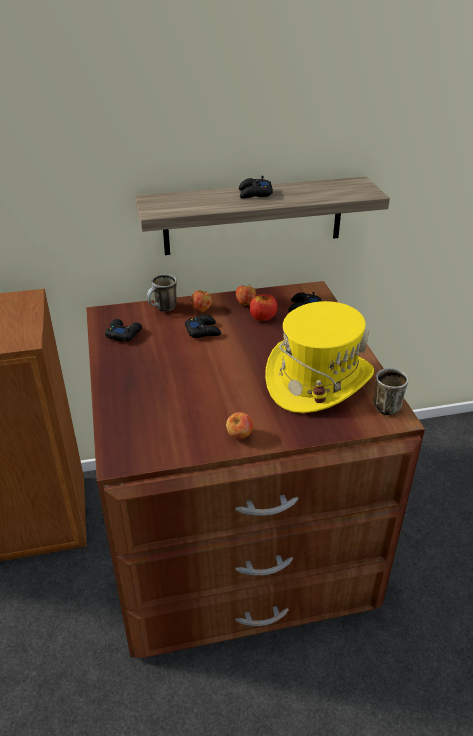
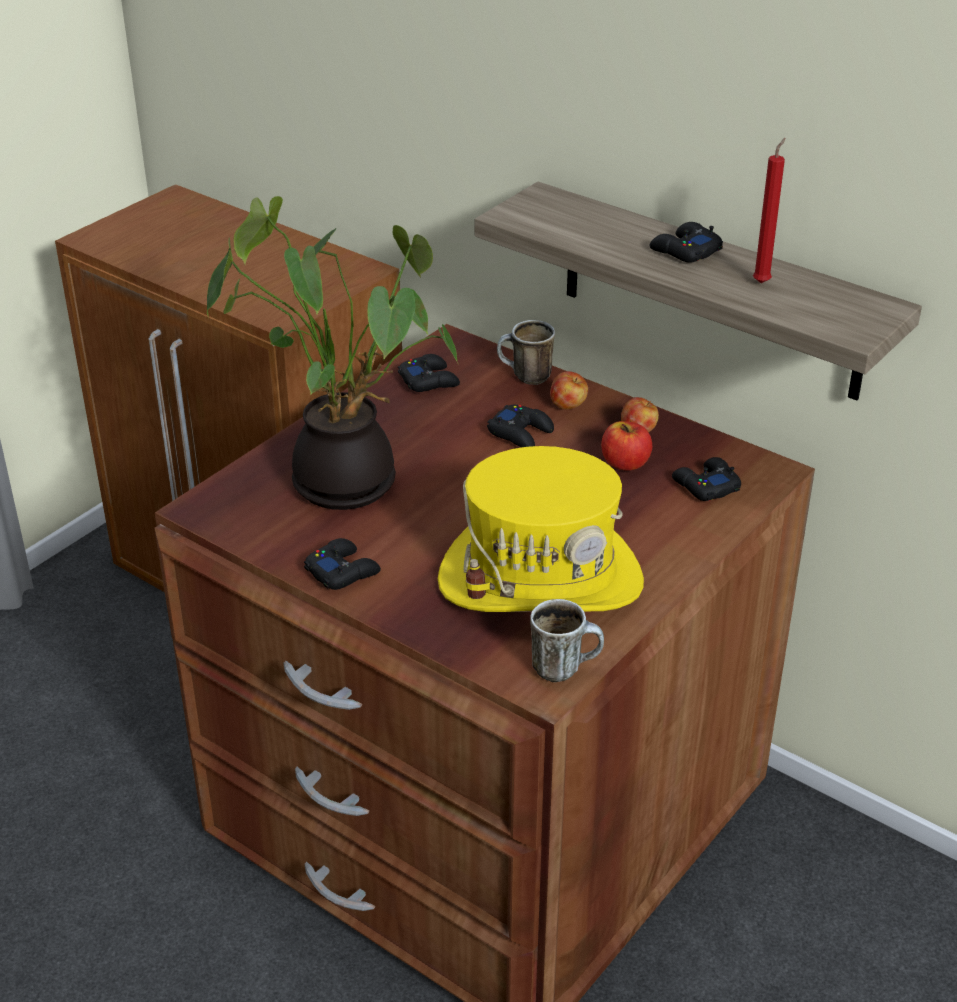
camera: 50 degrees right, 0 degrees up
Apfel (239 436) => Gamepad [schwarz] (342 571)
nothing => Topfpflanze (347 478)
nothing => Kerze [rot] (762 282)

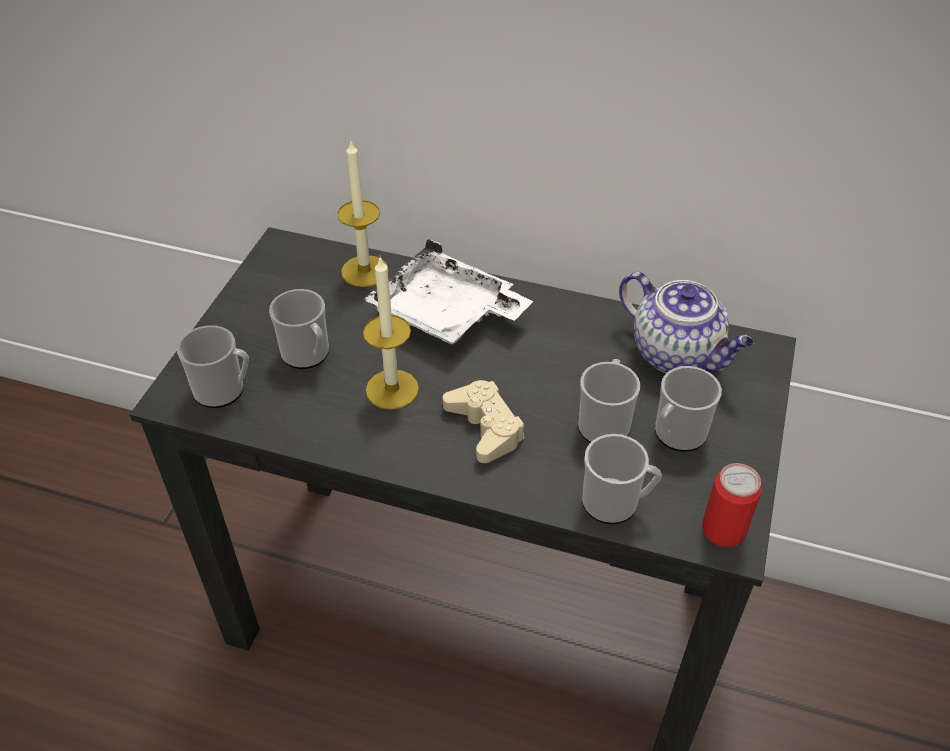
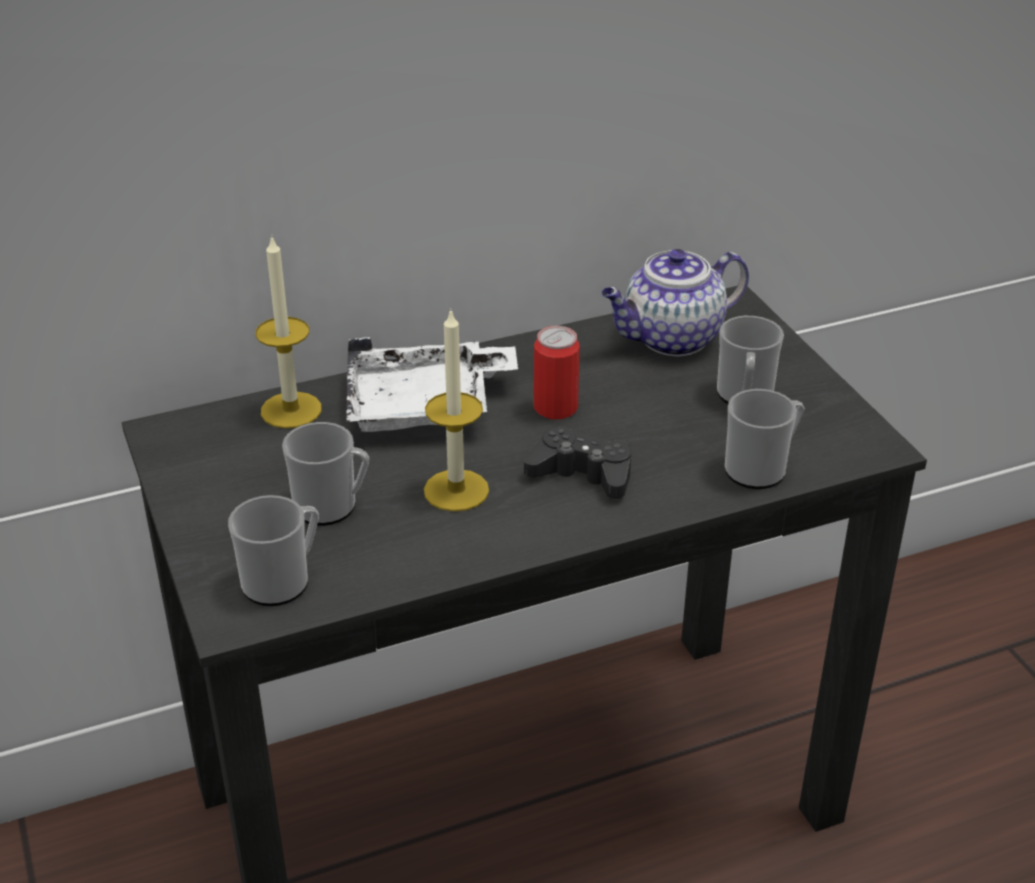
camera: 40 degrees left, 10 degrees down
Gamepad [beige] (485 427) => Gamepad [schwarz] (582 474)
Henkelbecher (604 423) => nothing
Teekanne (677 354) => Teekanne (671 339), 150 degrees clockwise
Dose (723 530) => Dose (555 408), move

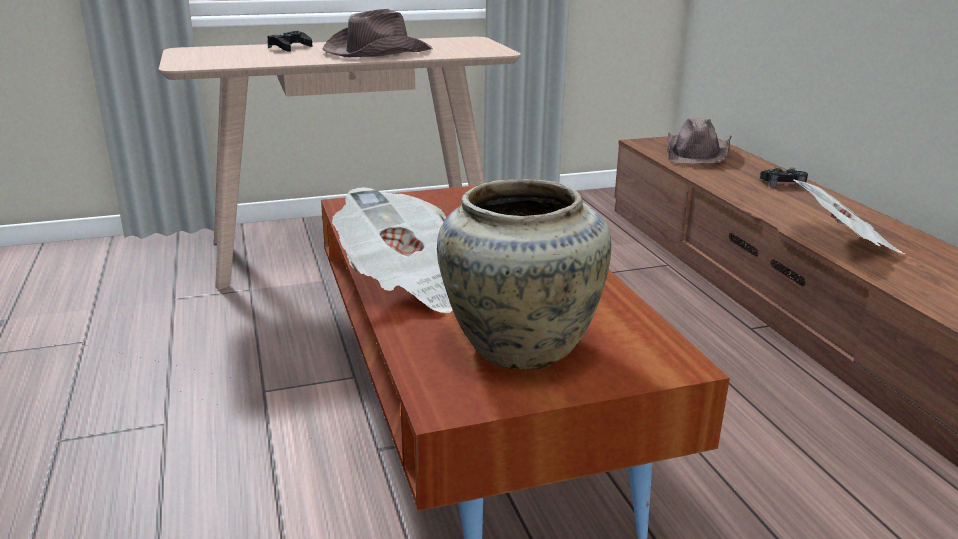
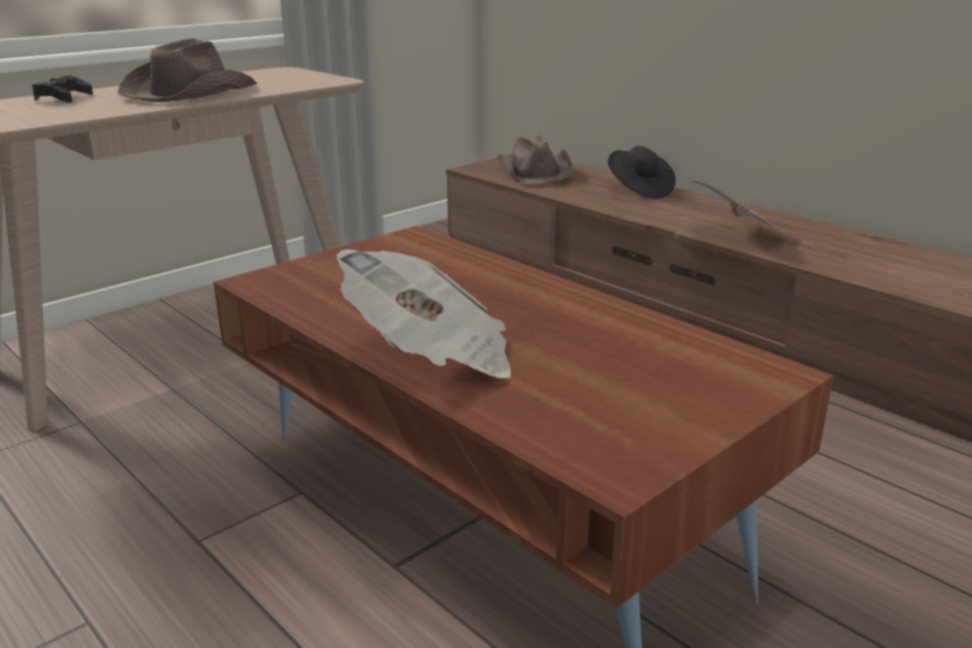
camera: 25 degrees left, 0 degrees up
Vase [beige] (519 344) => nothing
Gamepad [schwarz] (783 183) => Hut [schwarz] (639 190)

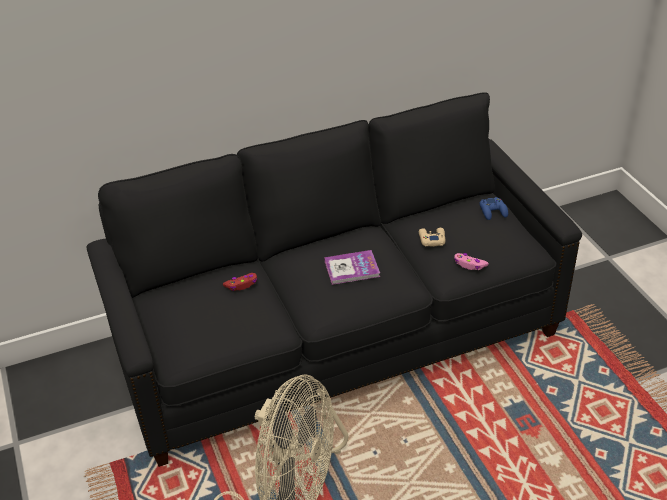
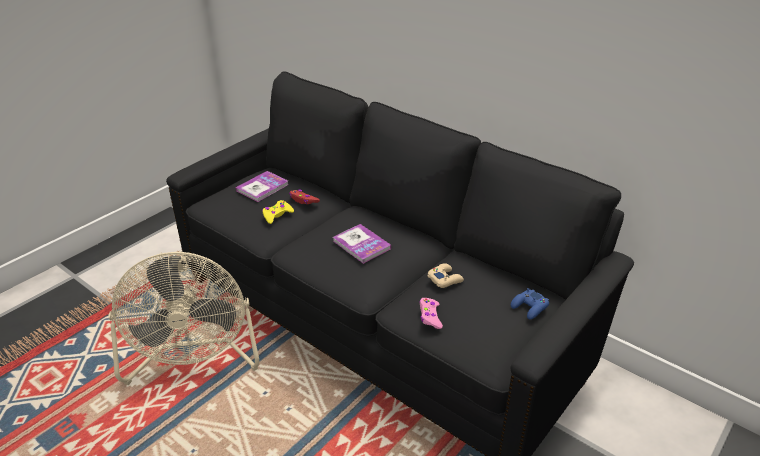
camera: 60 degrees right, 5 degrees down
nothing => Buch (262 187)
nothing => Gamepad [gelb] (277 215)

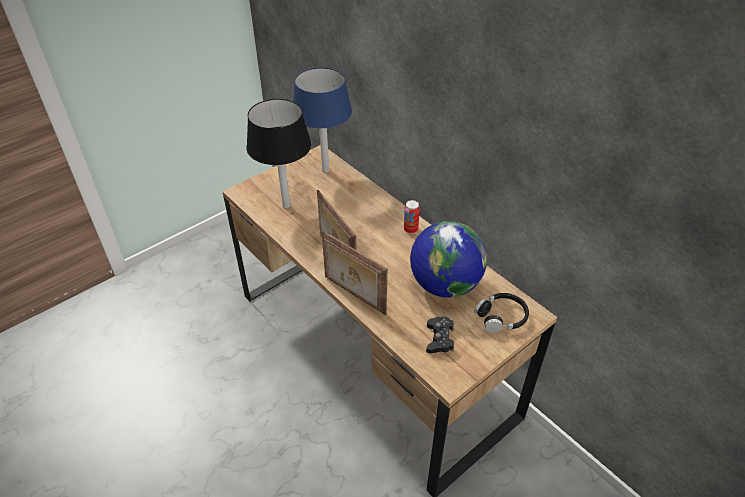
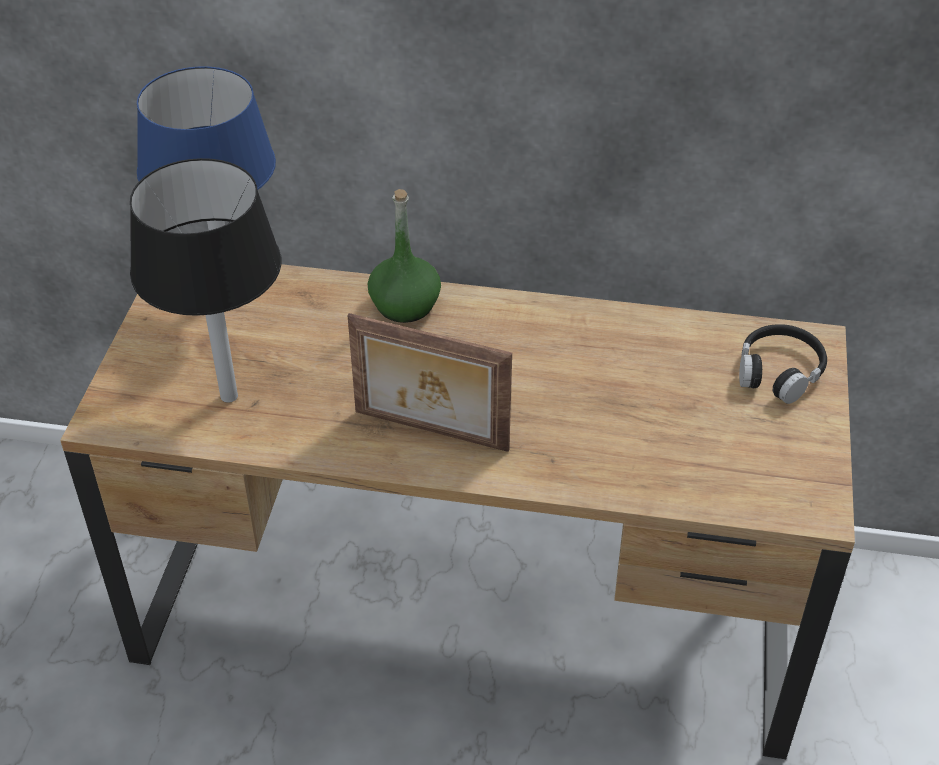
camera: 40 degrees left, 0 degrees up
Bilderrahmen (353 295) => nothing
Dose (410 229) => nothing
Globus (445 284) => nothing
Gamepad [schwarz] (439 339) => nothing
nothing => Flasche [grün] (405 305)

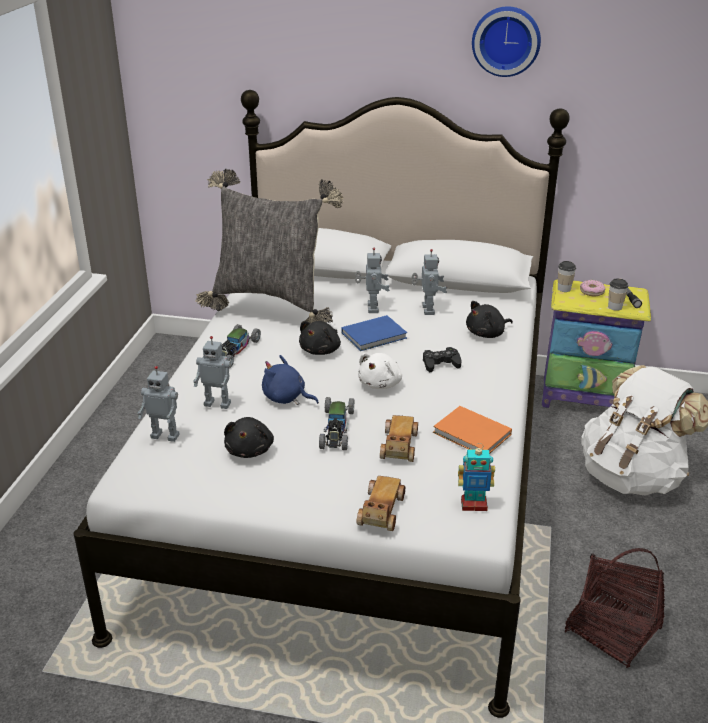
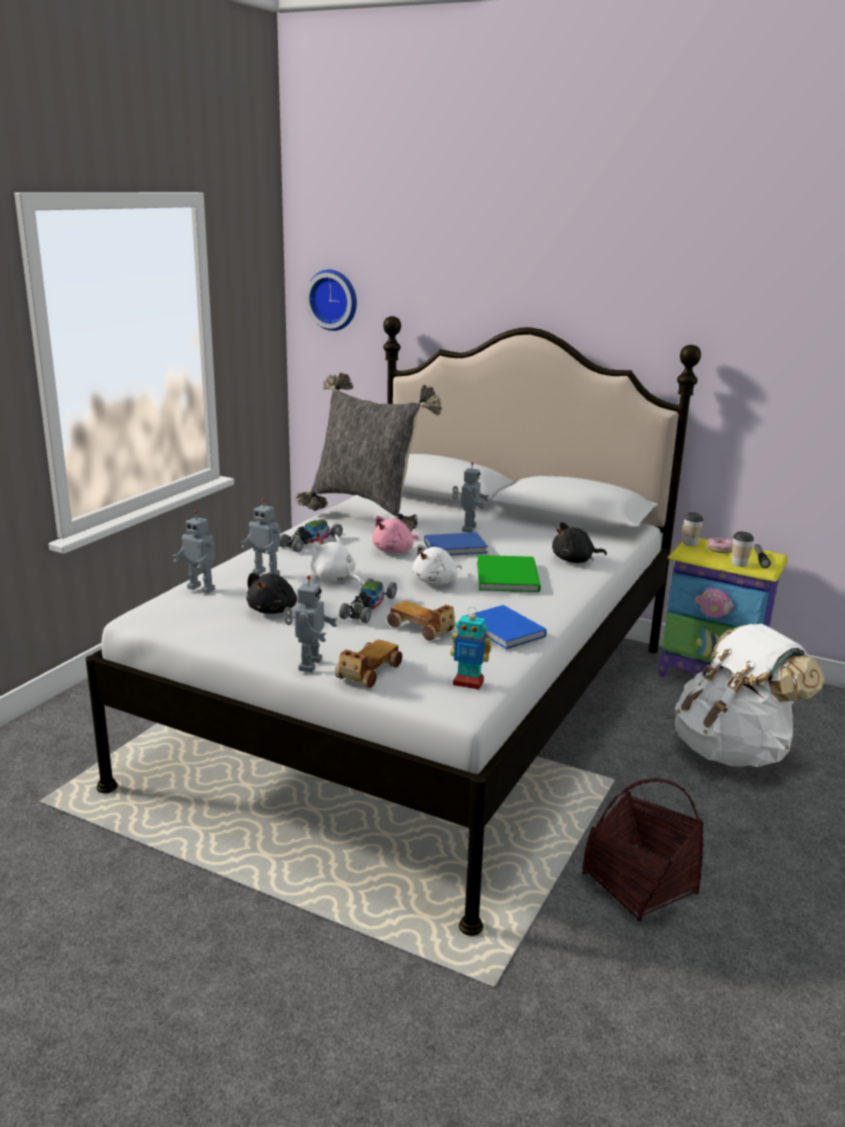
camera: 15 degrees right, 10 degrees down
Plüschtier [blau] (286 398) => Plüschtier [weiß] (335 578)
Plüschtier [schwarz] (321 350) => Plüschtier [rosa] (395 551)
Spielzeugauto (399 446) => Spielzeugauto (421 629), 75 degrees counterclockwise
Spielzeugroboter (427 310) => Spielzeugroboter (308 664), move
Gamepad [schwarz] (440 364) => Buch [grün] (509 575)
Buch [orange] (472 435) => Buch [blau] (504 631)
Wanduhr (506 40) => Wanduhr (334 299), move

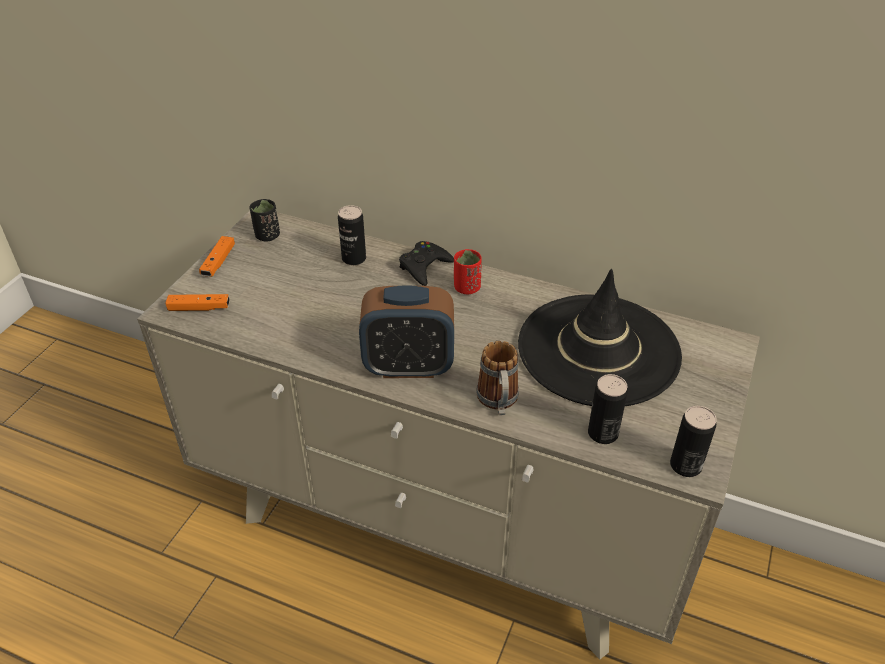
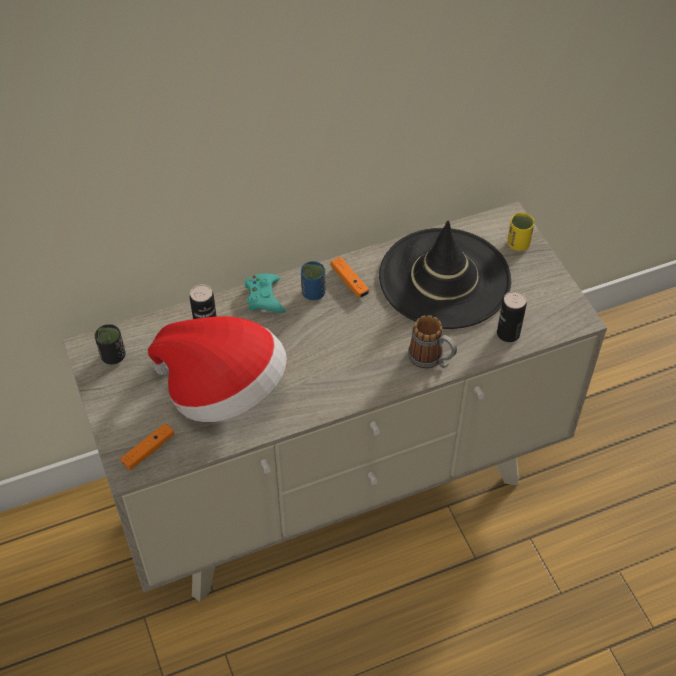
camera: 45 degrees left, 10 degrees up
Gamepad [orange] (218 262) => Gamepad [orange] (349 282), move
Wecker (408 366) => nothing
Gamepad [schwarz] (424 267) => Gamepad [türkis] (264 297)
Tasse [rot] (467 288) => Tasse [blau] (313 293)
Dose (685 465) => nothing
nothing => Hut (224 391)
nothing => Tasse [gelb] (518 244)

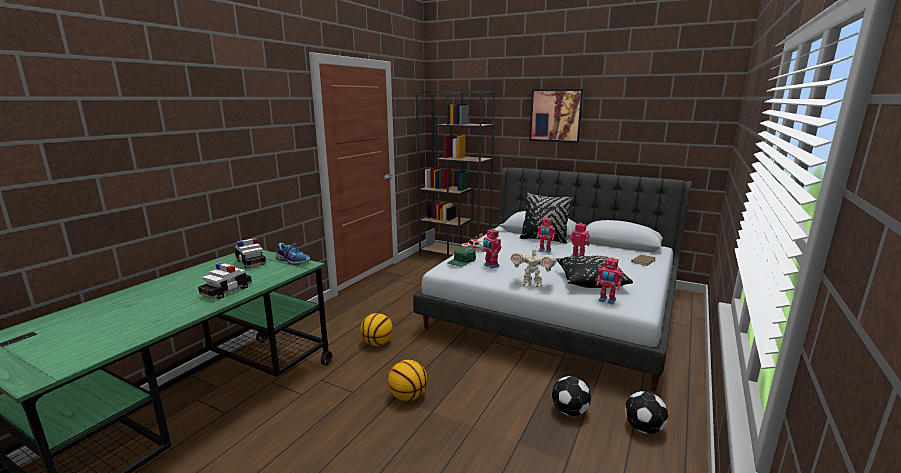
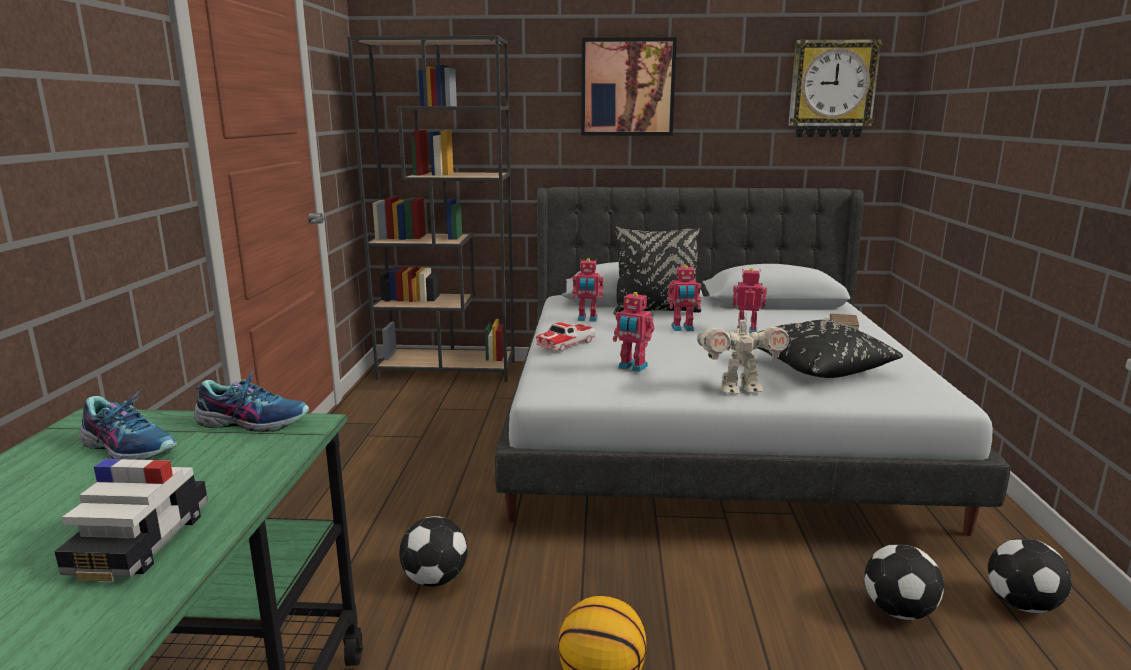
camera: 25 degrees left, 0 degrees up
Spielzeugauto (251 262) => Schuh (130 447)
Basketball (377 343) => Fußball (436 578)
Kappe [grün] (462 261) => nothing
Spielzeugroboter (606 301) => Spielzeugroboter (587 319), move
nothing => Wanduhr (832 89)

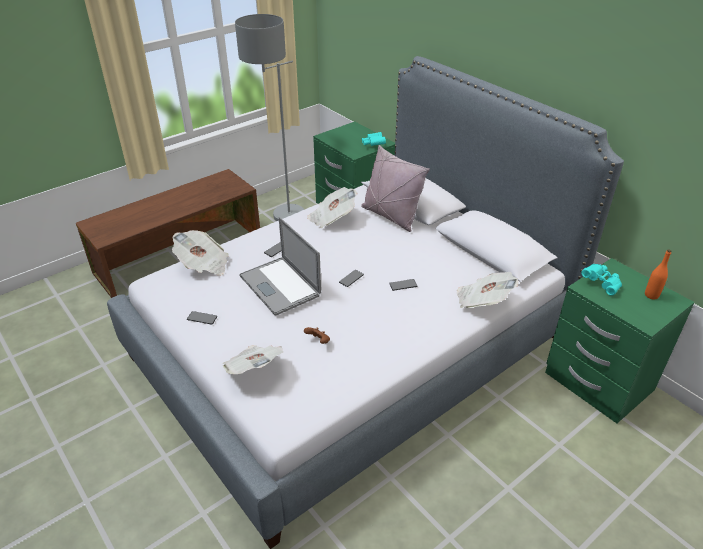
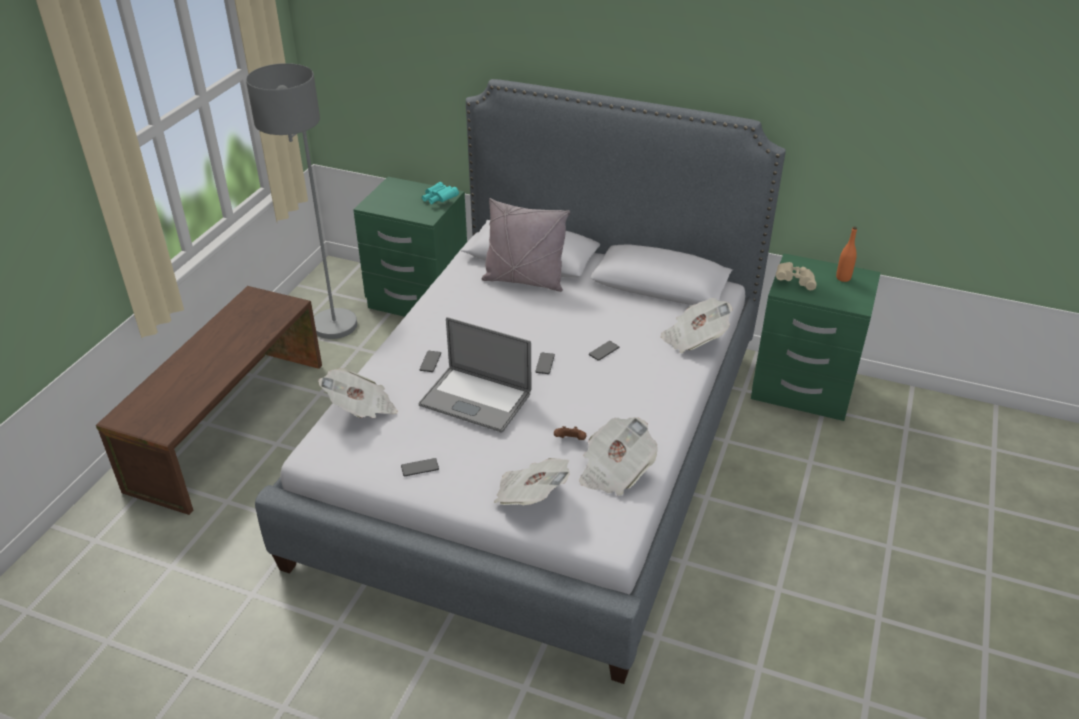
camera: 30 degrees left, 0 degrees up
Zeitung (332 218) => Zeitung (614 471), move
Fernglas [türkis] (601 283) => Fernglas [beige] (794 281)

